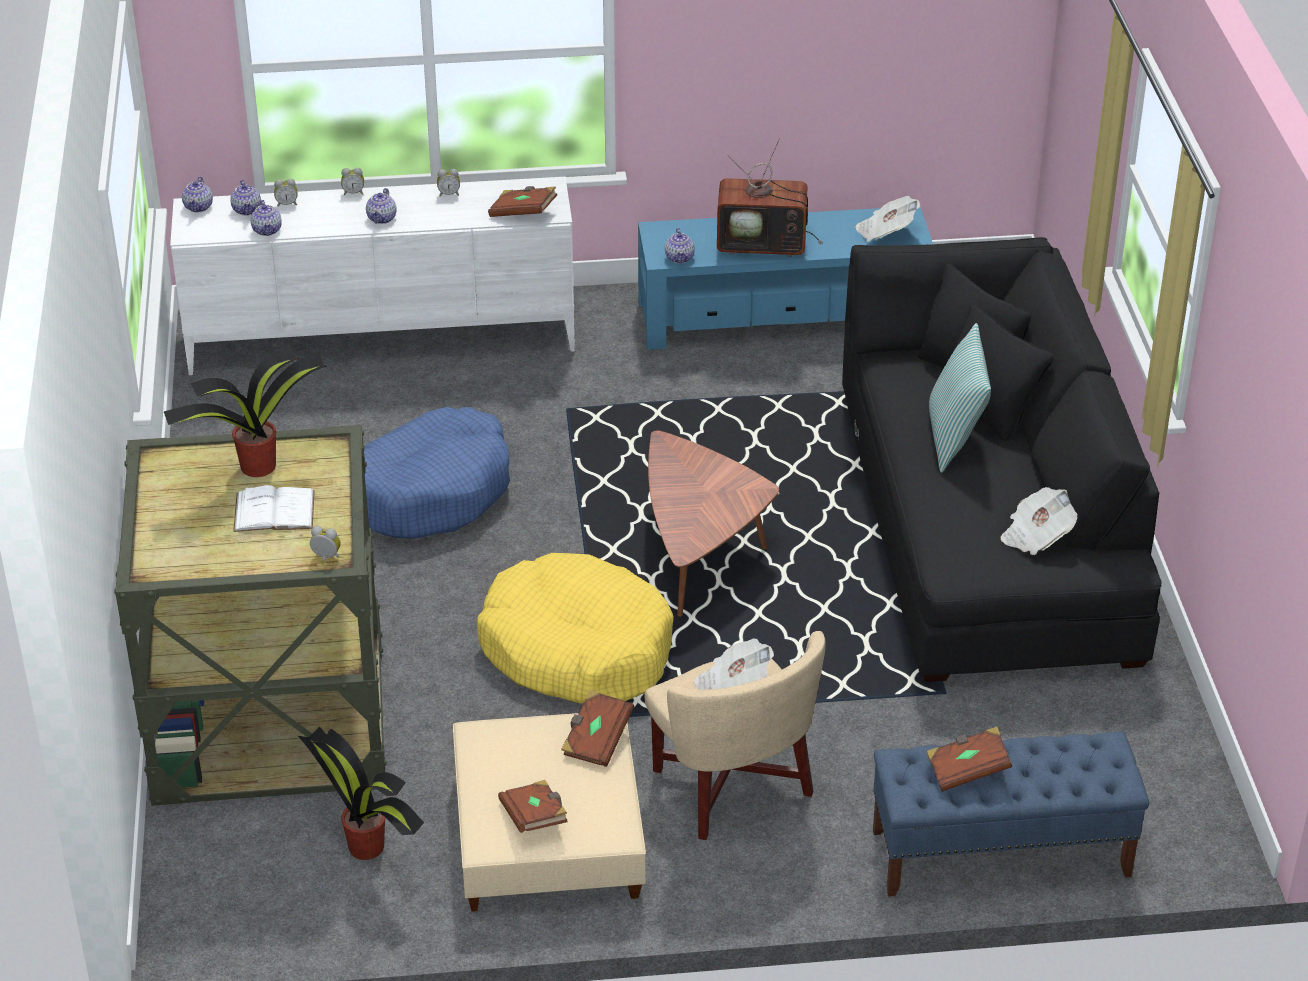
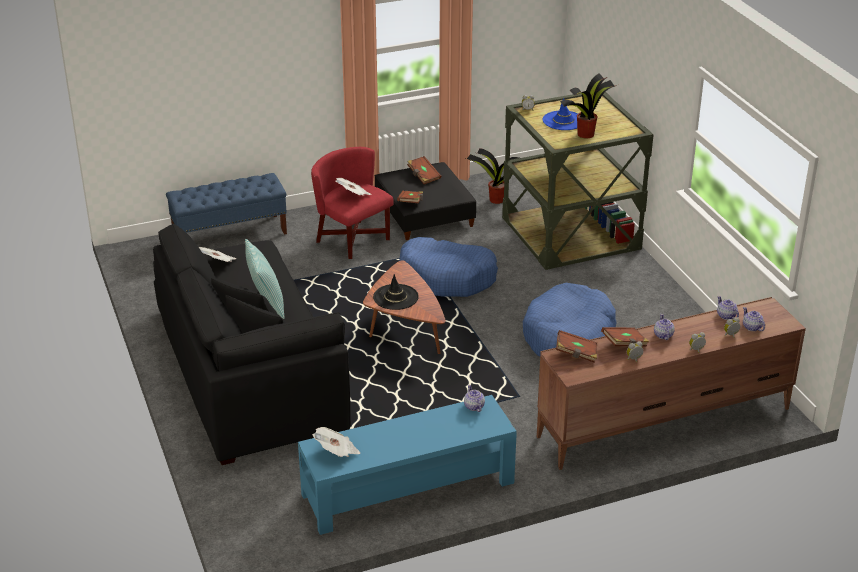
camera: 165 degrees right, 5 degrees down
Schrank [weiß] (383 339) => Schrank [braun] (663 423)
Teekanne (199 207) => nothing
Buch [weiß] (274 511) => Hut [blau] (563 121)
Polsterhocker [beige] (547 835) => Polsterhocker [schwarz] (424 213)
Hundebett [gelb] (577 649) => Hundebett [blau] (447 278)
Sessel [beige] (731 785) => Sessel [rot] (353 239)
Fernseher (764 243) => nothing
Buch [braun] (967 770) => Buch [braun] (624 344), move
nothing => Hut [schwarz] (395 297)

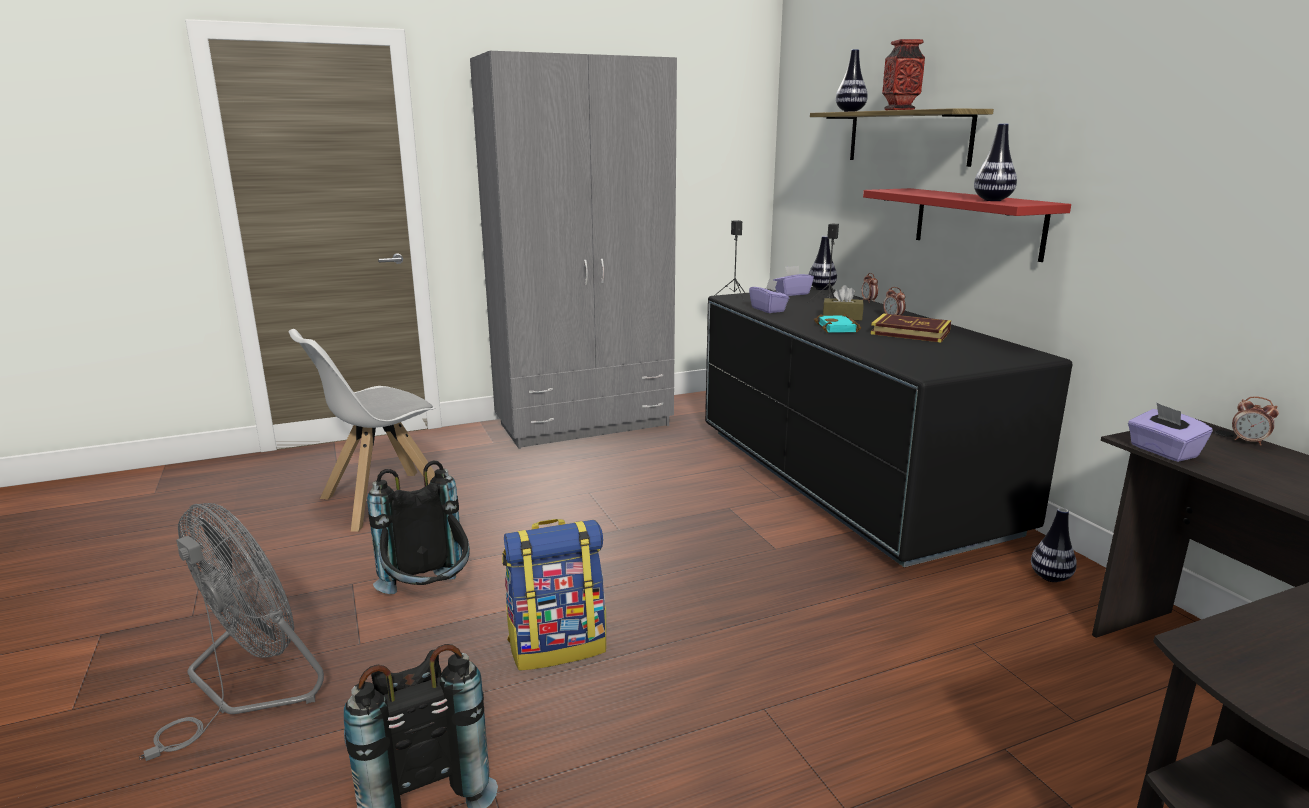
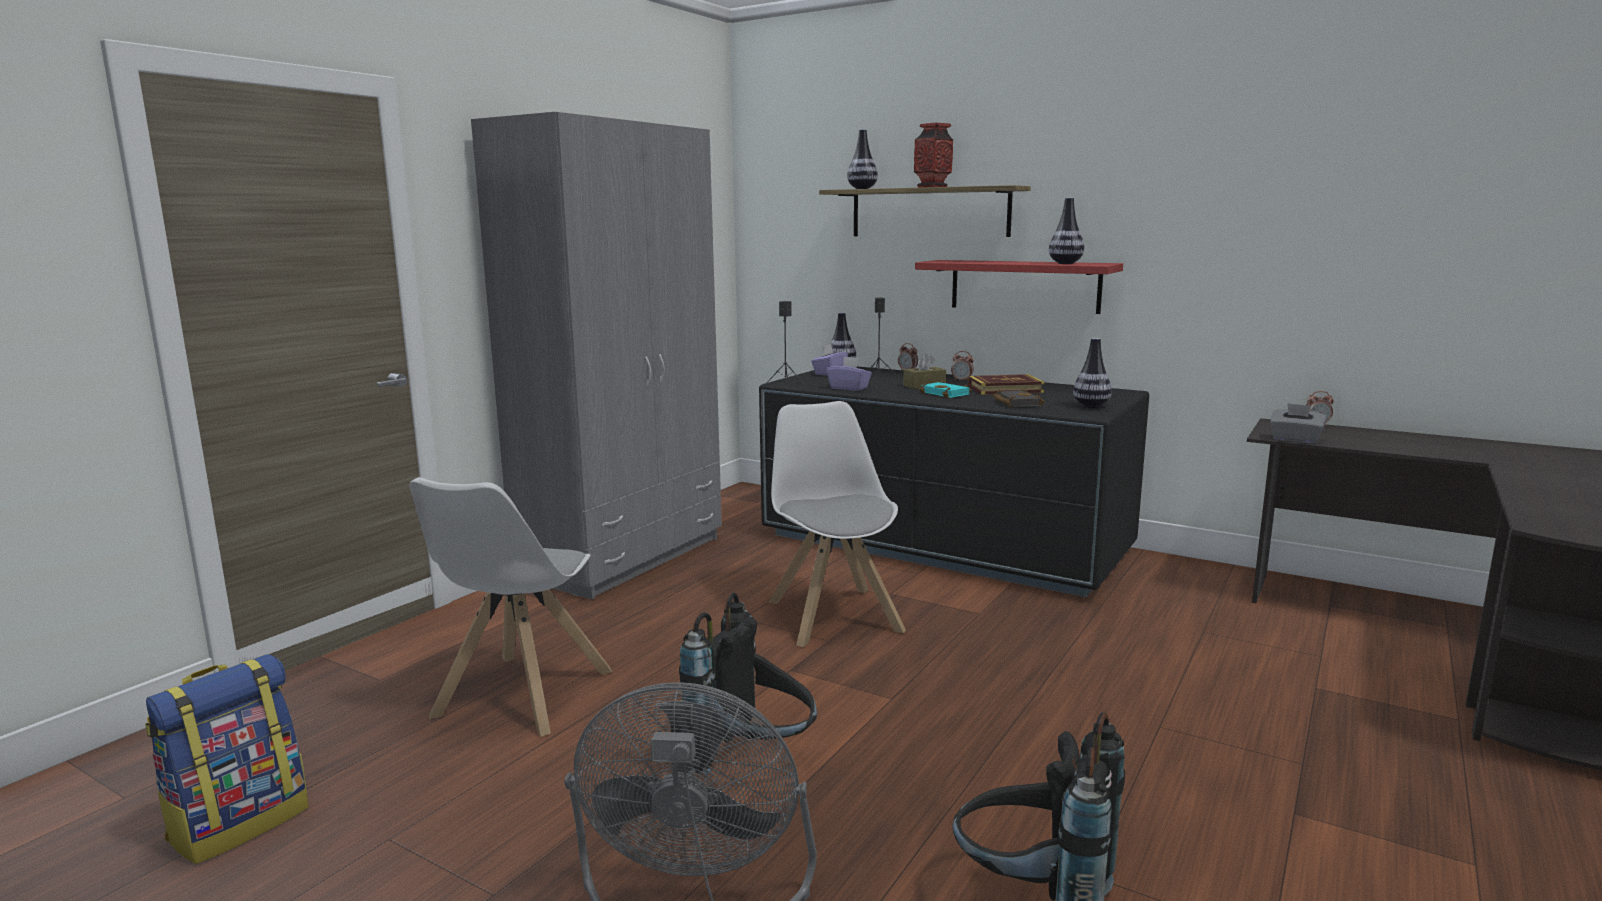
camera: 35 degrees left, 5 degrees down
Rucksack (558 646) => Rucksack (240 823), move
Vase (1050 578) => Vase (1091 406), move
Taschentuchbox [lila] (1163 451) => Taschentuchbox [grau] (1295 439)
nothing => Stuhl (833 614)
nothing => Buch [schwarz] (1015 403)

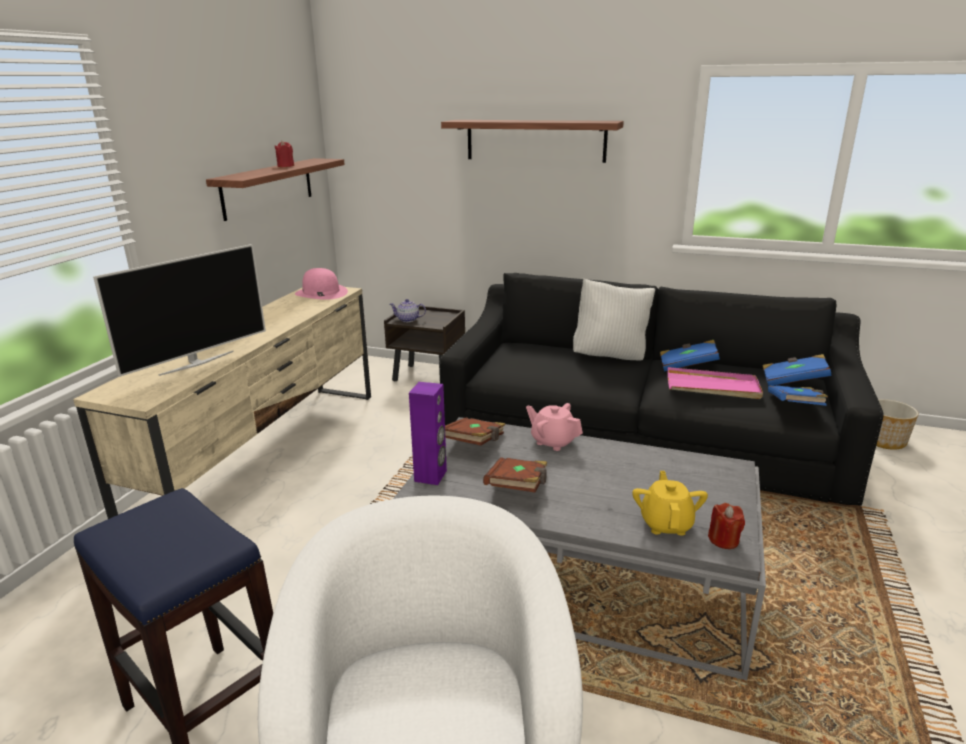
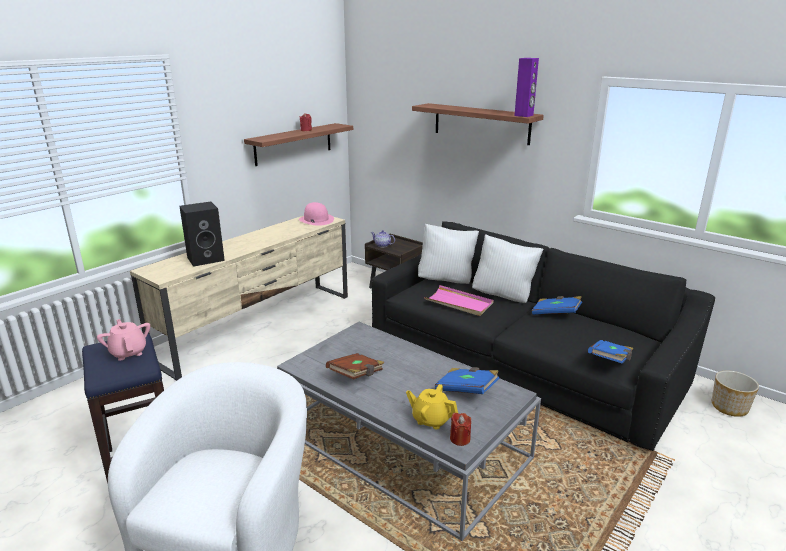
camera: 20 degrees right, 0 degrees up
Fernseher (196 363) => Lautsprecher [schwarz] (206 258)
Lautsprecher [lila] (431 476) => Lautsprecher [lila] (524 115), move
Buch [braun] (474 444) => nothing
Teekanne [rosa] (553 441) => Teekanne [rosa] (128 352), move
Teekanne [gelb] (666 524) => Teekanne [gelb] (431 420), 90 degrees counterclockwise
Tablett [rosa] (713 387) => Tablett [rosa] (459 303), move
Buch [blau] (793 382) => Buch [blau] (466 390), move
nothing => Kissen [weiß] (446 280)

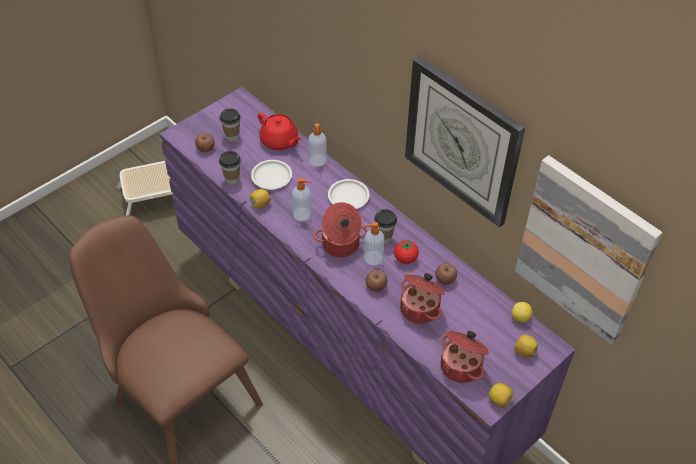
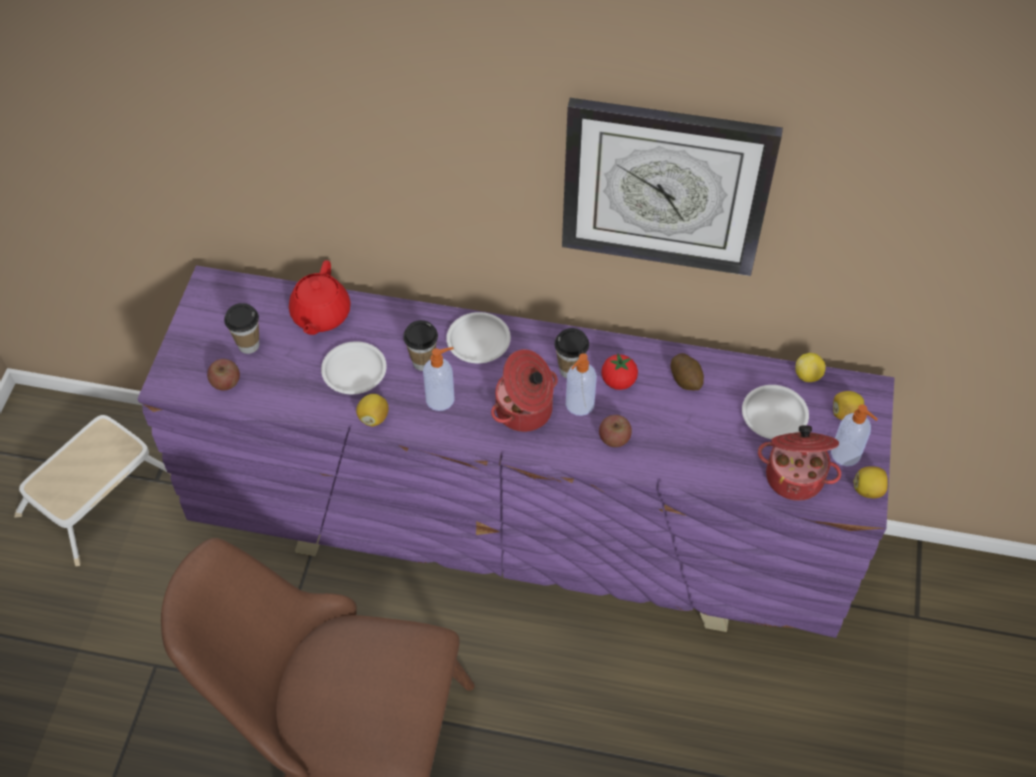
camera: 35 degrees left, 5 degrees up
Tasse (232 179) => Tasse (423 362), move
Teekanne [rot] (279 141) => Teekanne [rot] (320 315), 90 degrees clockwise
Seifenspender (317 161) => Seifenspender (846 455), move
Kochtopf (420 308) => nothing
Apfel (445 279) => Kartoffel (686 379)
Bild (584 250) => nothing
nothing => Teller [weiß] (774 415)

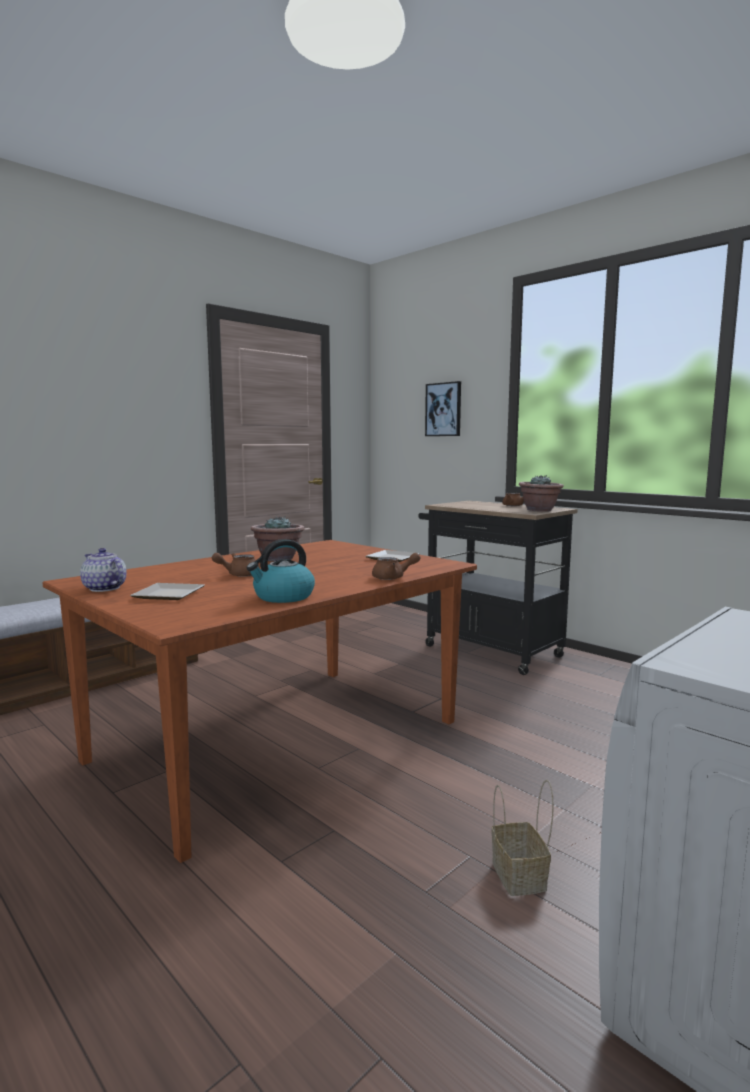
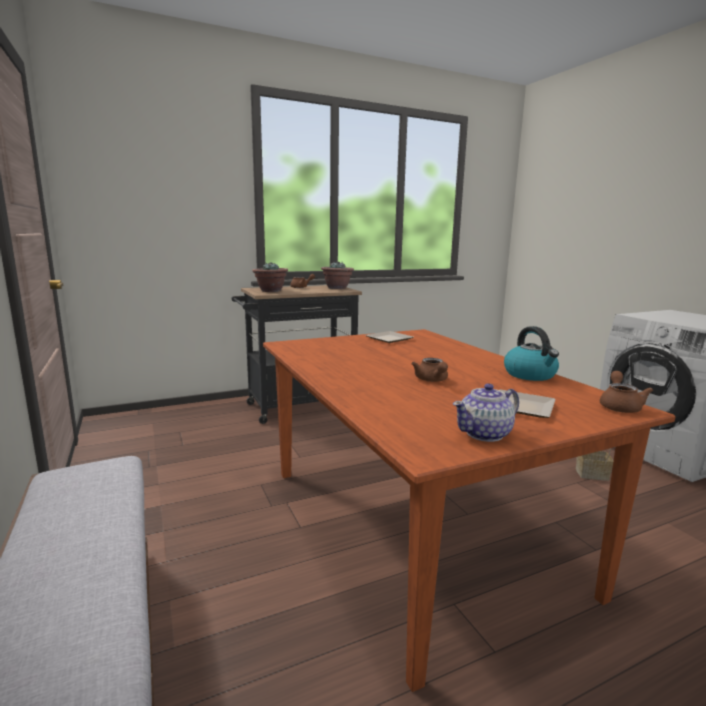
camera: 70 degrees left, 5 degrees up
Topfpflanze (278 559) => Topfpflanze (270 291), move
Teekanne [braun] (393 578) => Teekanne [braun] (619 406), move
Bild (443 409) => nothing

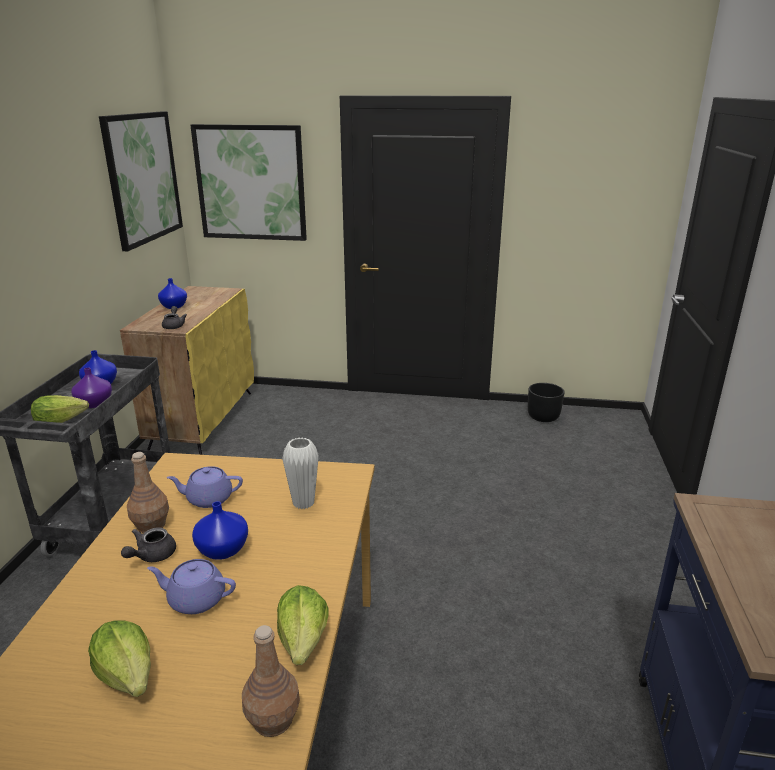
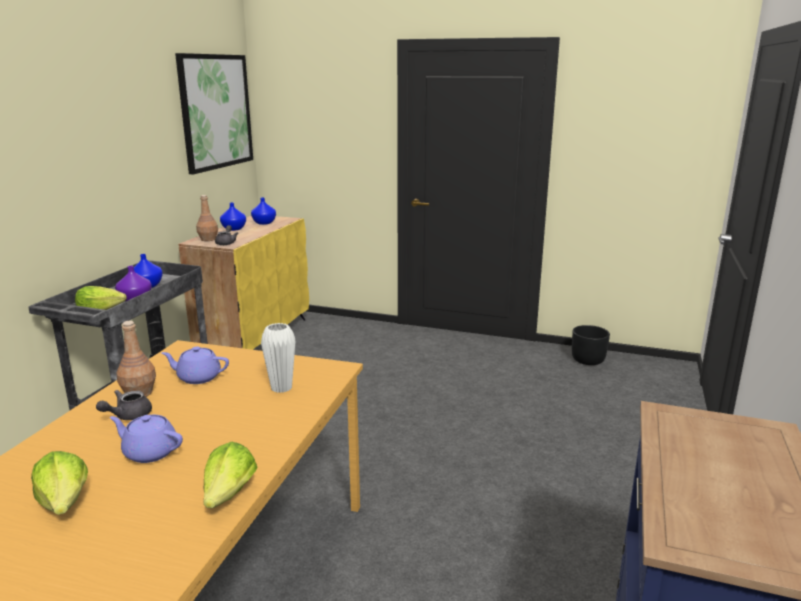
camera: 10 degrees right, 5 degrees down
Bild (251 183) => nothing
Vase [blau] (223 550) => Vase [blau] (264 223), move
Flasche [braun] (273 719) => Flasche [braun] (208 239), move

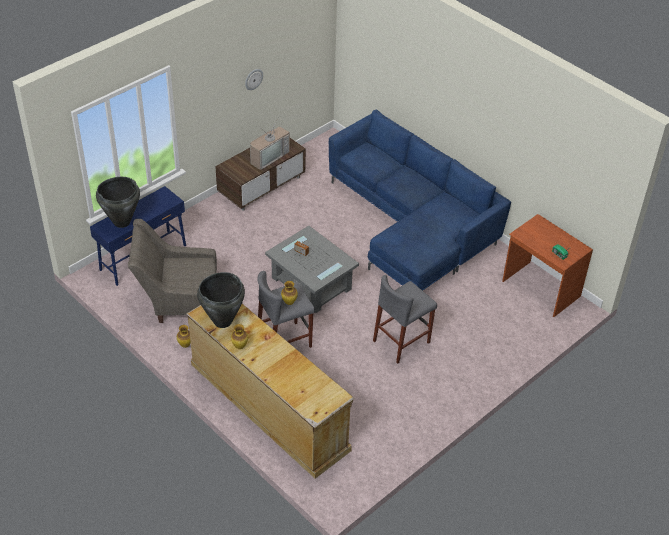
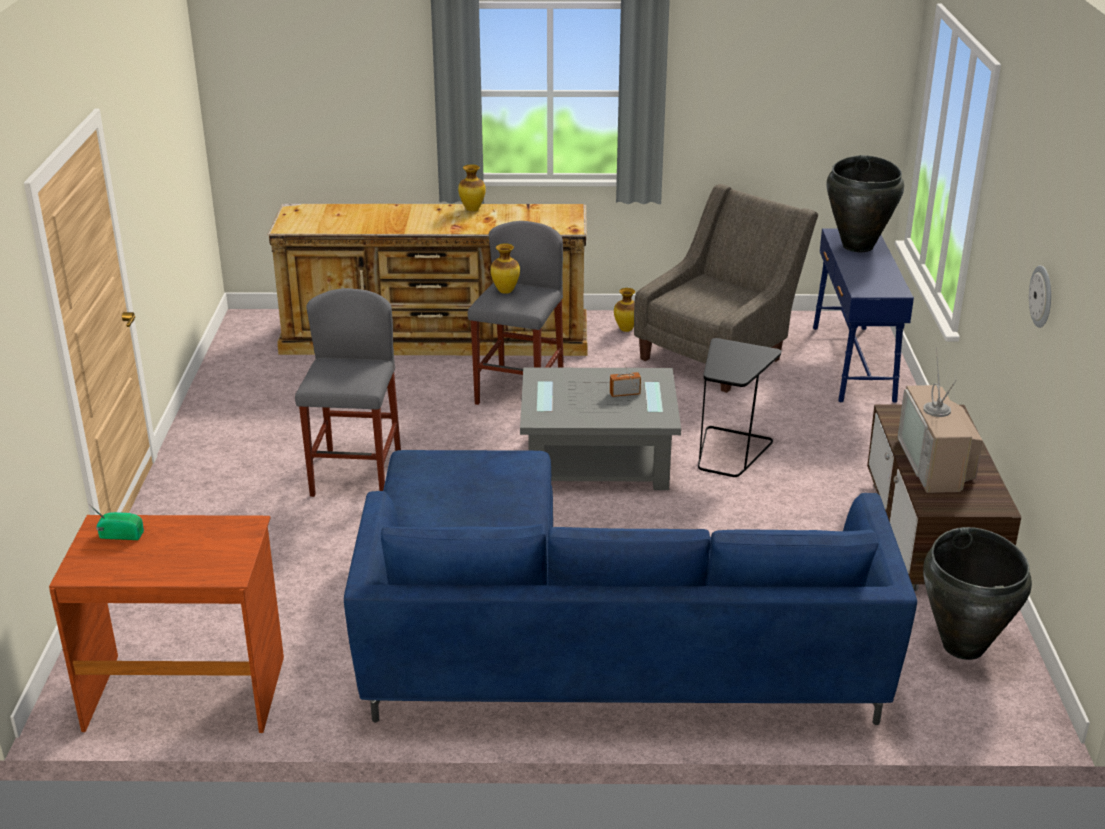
camera: 135 degrees right, 15 degrees down
Vase [schwarz] (222 321) => Vase [schwarz] (963 647), move
nothing => Beistelltisch [schwarz] (730 452)

